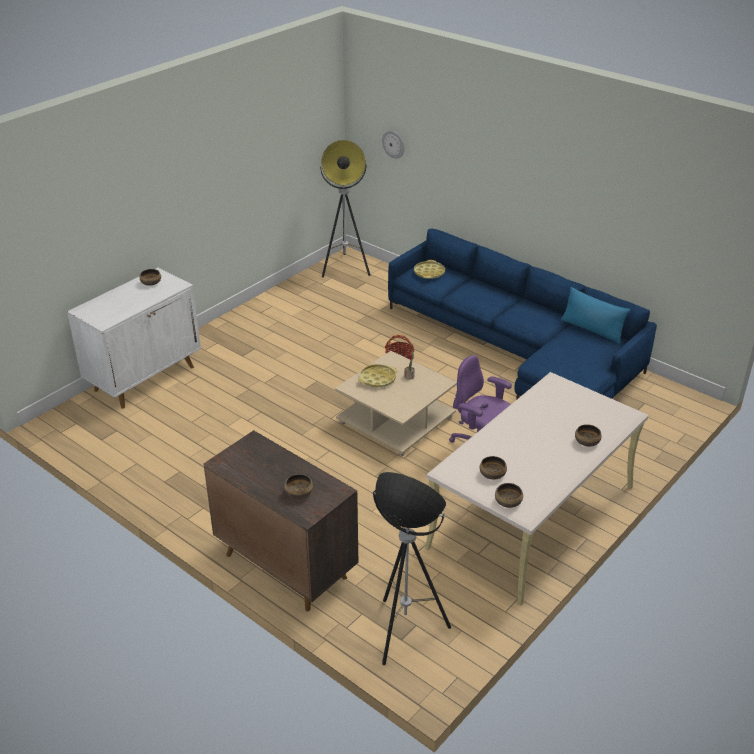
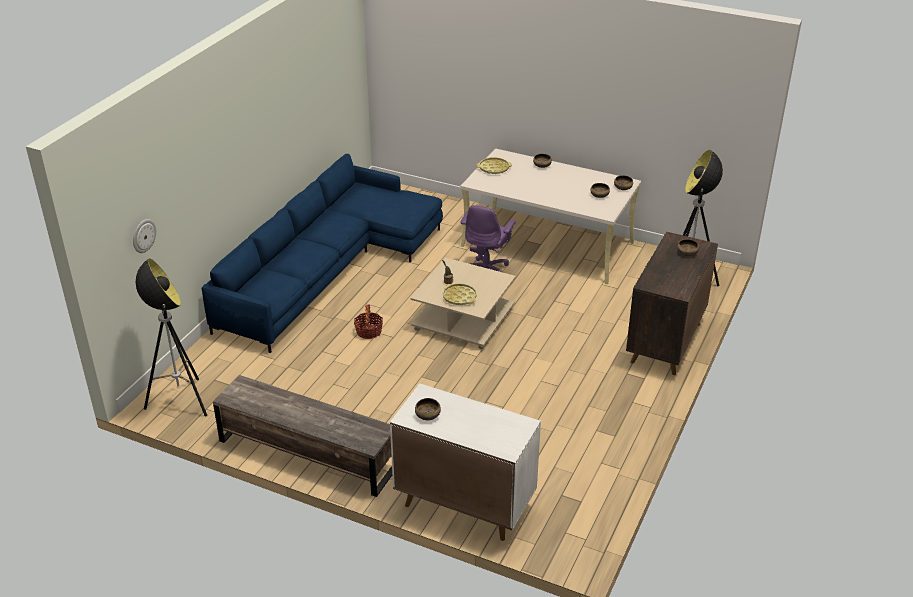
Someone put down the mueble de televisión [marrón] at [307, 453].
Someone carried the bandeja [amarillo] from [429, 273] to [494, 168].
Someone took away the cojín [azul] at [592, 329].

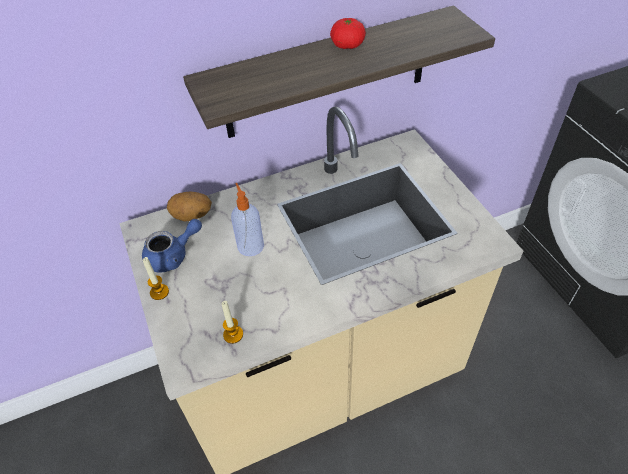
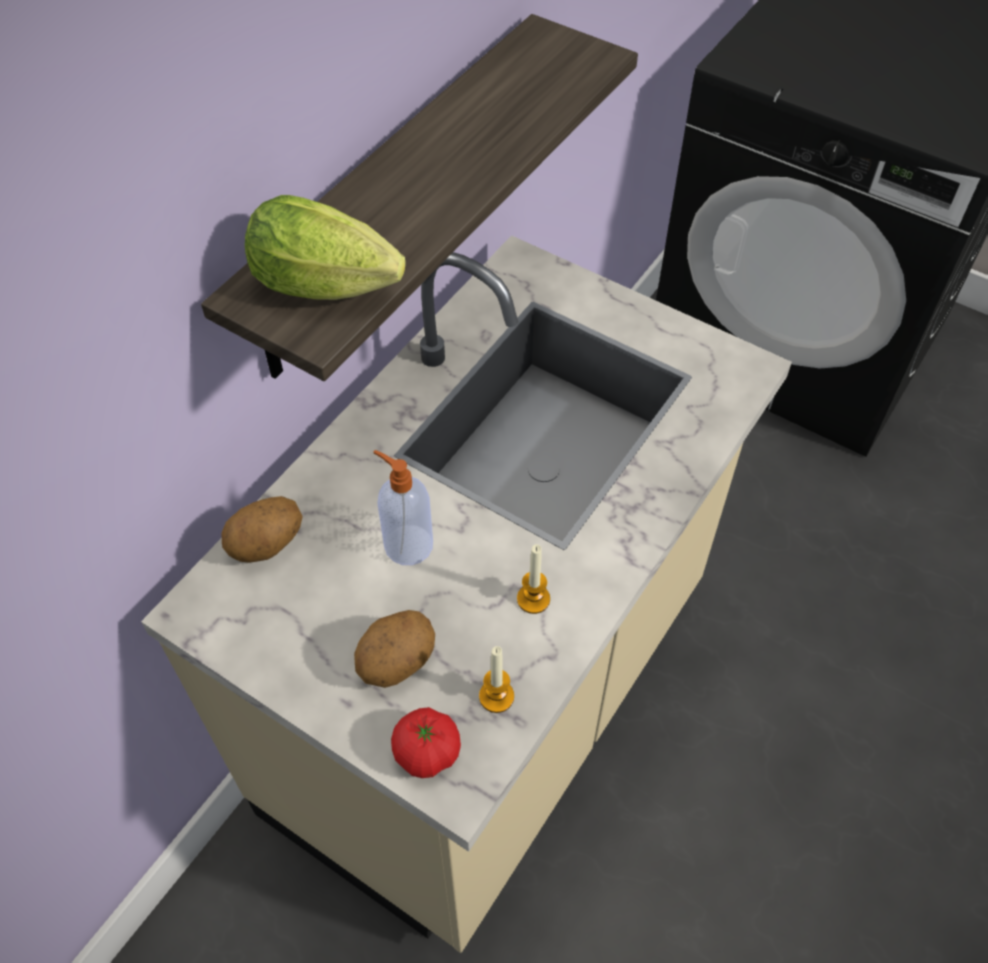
Someone put down the lechuga at [333, 287].
Someone put down the patata at [396, 661].
Someone carried the tomate from [347, 45] to [427, 752].
Someone carried the vela from [159, 292] to [533, 599].
Someone took away the tetera [azul] at [173, 256].

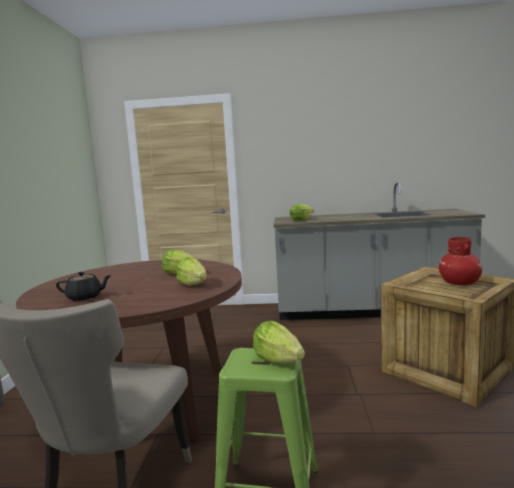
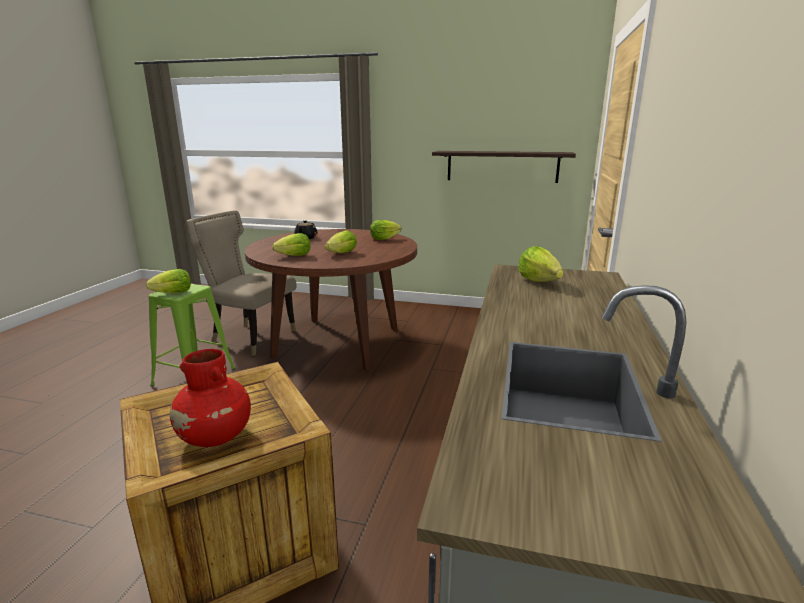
Someone put down the lechuga at [384, 239].
Someone put up the estante at [502, 166].

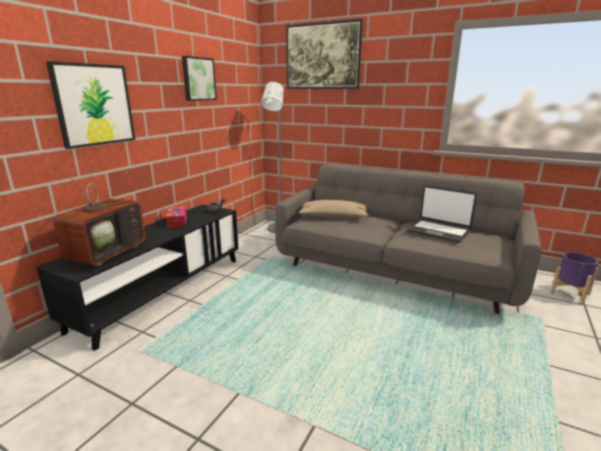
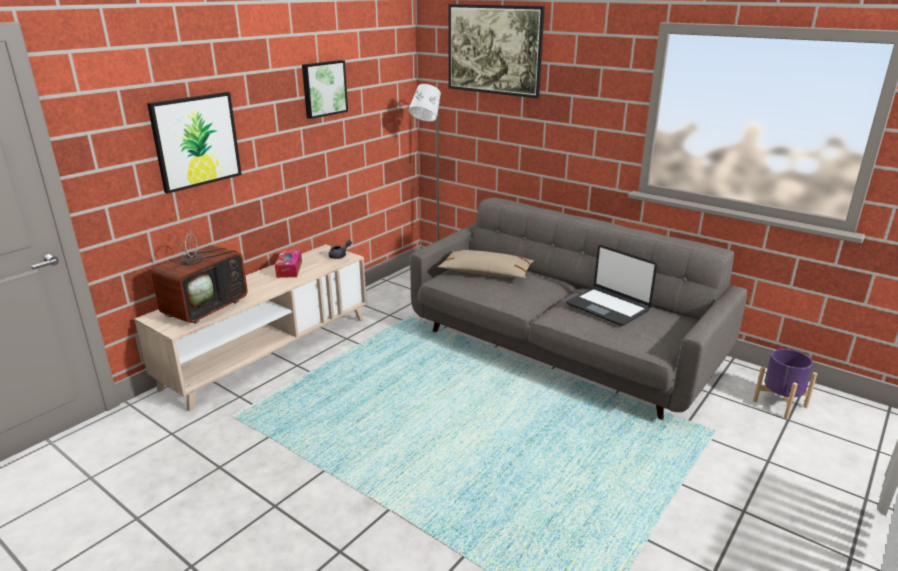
Someone repainted the mueble de televisión [negro] at [163, 291], which became the mueble de televisión [beis] at [269, 351].

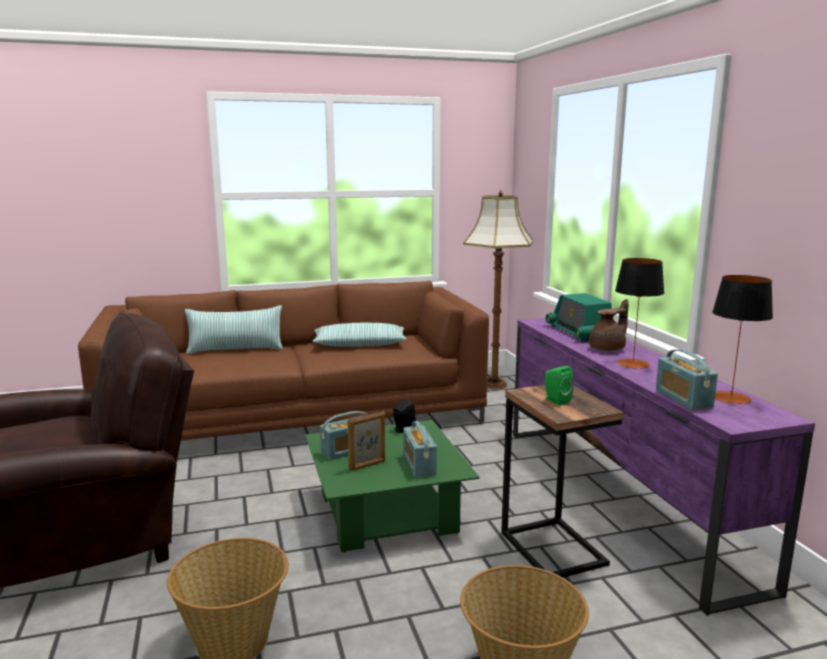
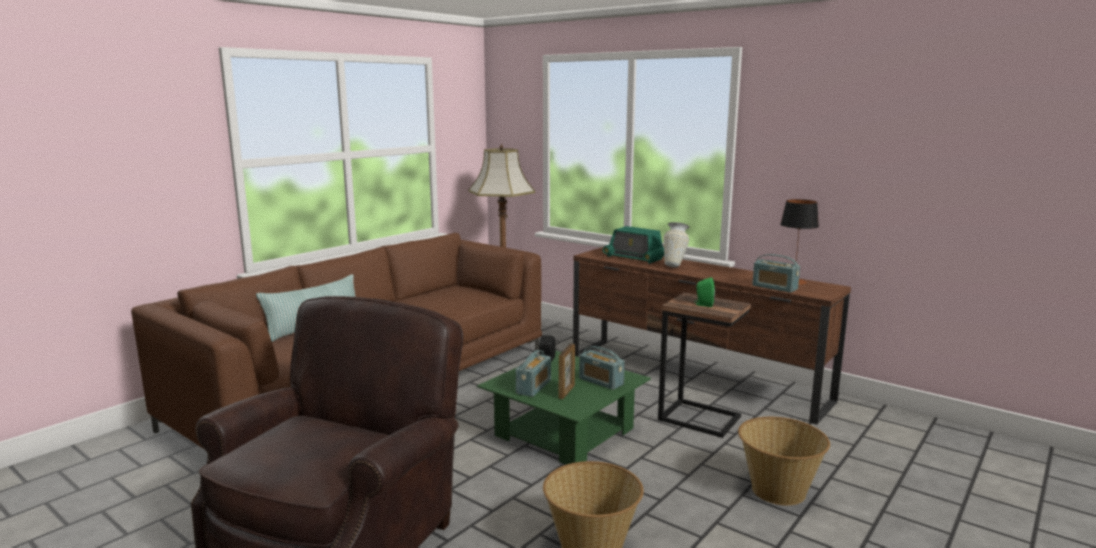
Someone repainted the mueble de televisión [morado] at [619, 499], which became the mueble de televisión [marrón] at [695, 377].
Someone swapped the tetera [marrón] at [608, 349] for the florero at [675, 265].
Someone took away the cojín at [360, 344].
Someone took away the lámpara de mesa at [633, 364].

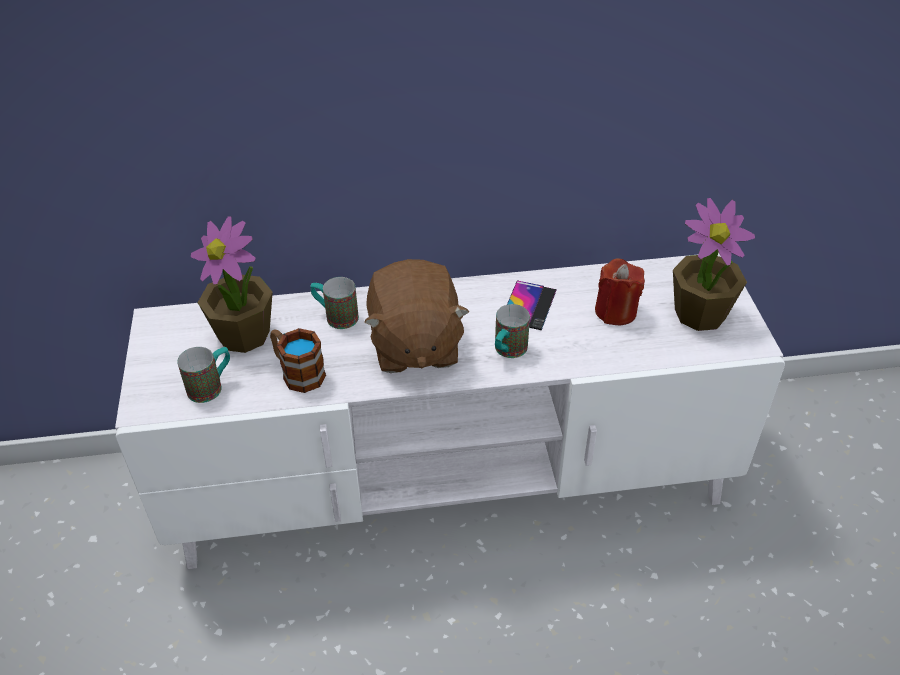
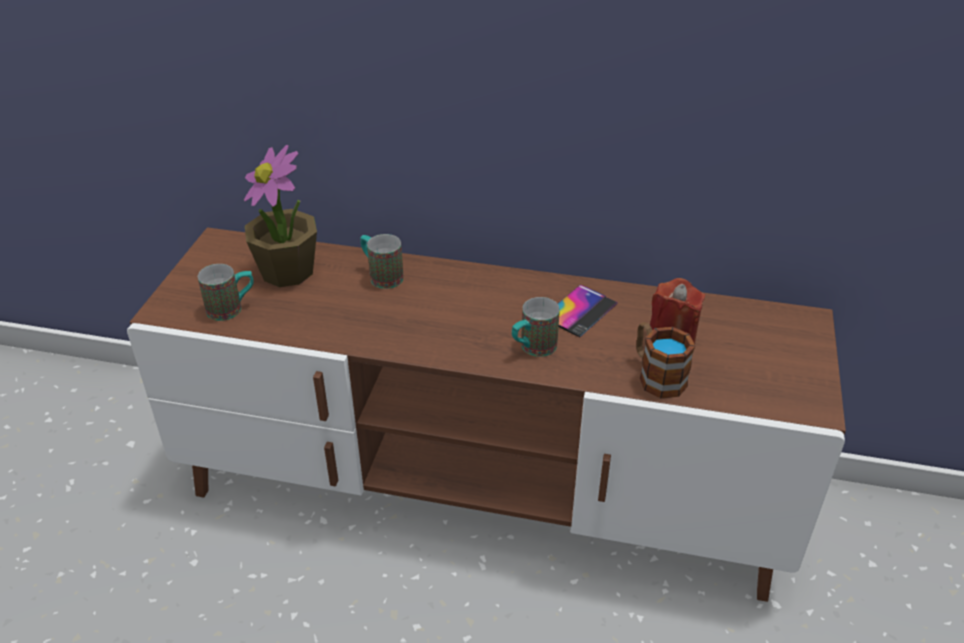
Someone repainted the mueble de televisión [blanco] at [451, 482], which became the mueble de televisión [marrón] at [482, 491].
Someone carried the taza grande from [297, 372] to [656, 376].
Someone took away the peluche [marrón] at [414, 345].
Someone took away the planta en maceta at [700, 313].

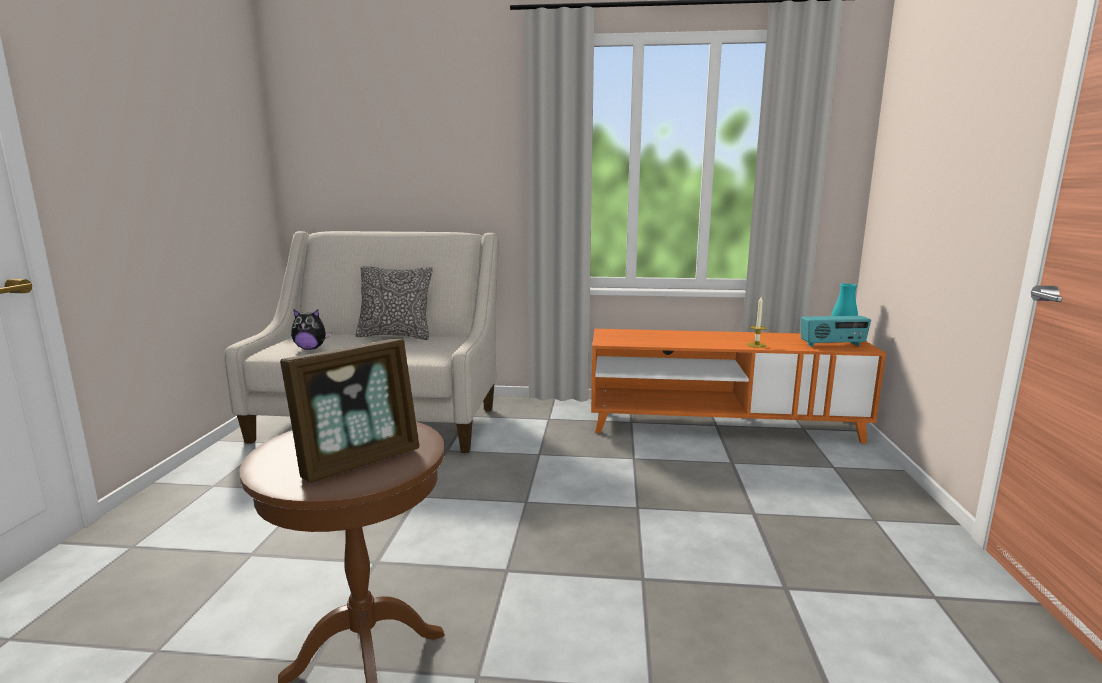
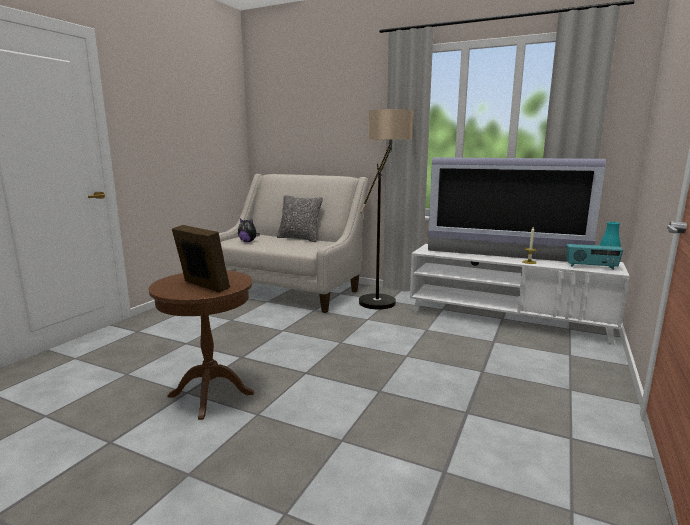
Someone rotated the portarretratos at [359, 461] by 120 degrees counterclockwise.
Someone put down the lámpara de pie at [382, 298].
Someone repainted the mueble de televisión [naranja] at [722, 425], which became the mueble de televisión [blanco] at [507, 319].
Someone put down the televisor at [504, 256].

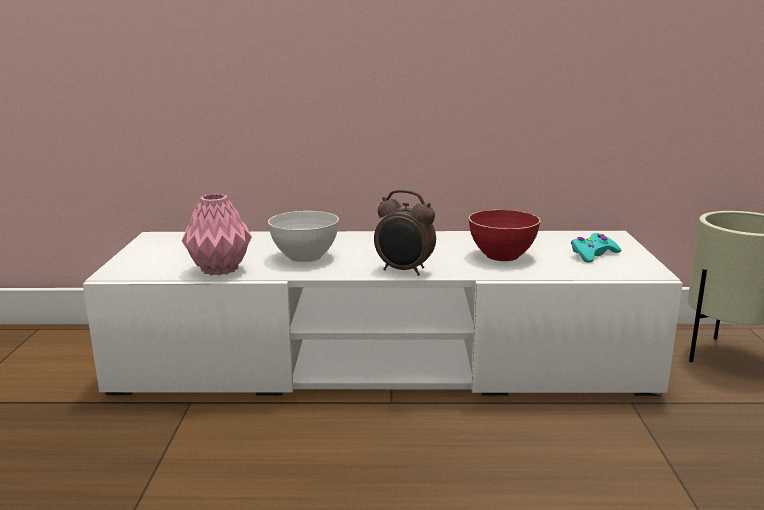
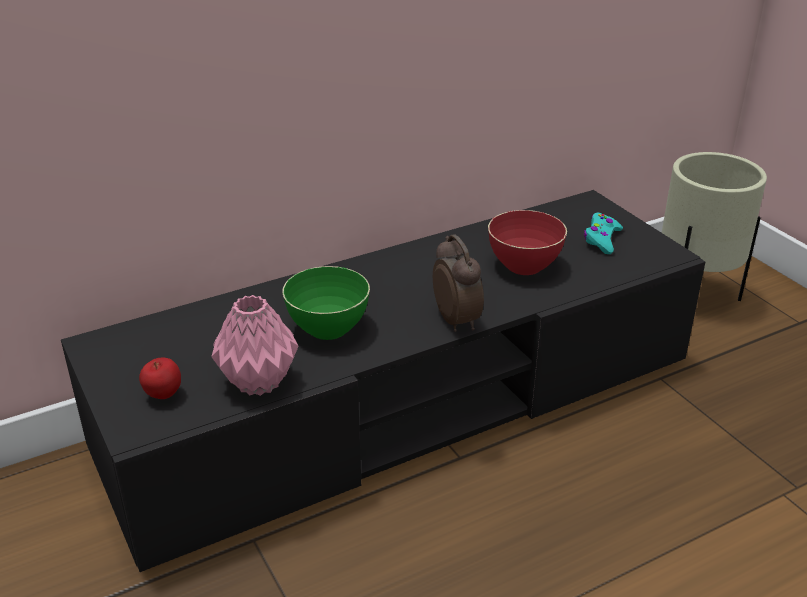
Someone repainted the mueble de televisión [blanco] at [382, 360], which became the mueble de televisión [negro] at [403, 405].
Someone put down the manzana at [163, 395].
Someone repainted the cuenco [blanco] at [305, 257], which became the cuenco [verde] at [328, 328].
Someone rotated the despertador at [404, 271] by 105 degrees counterclockwise.

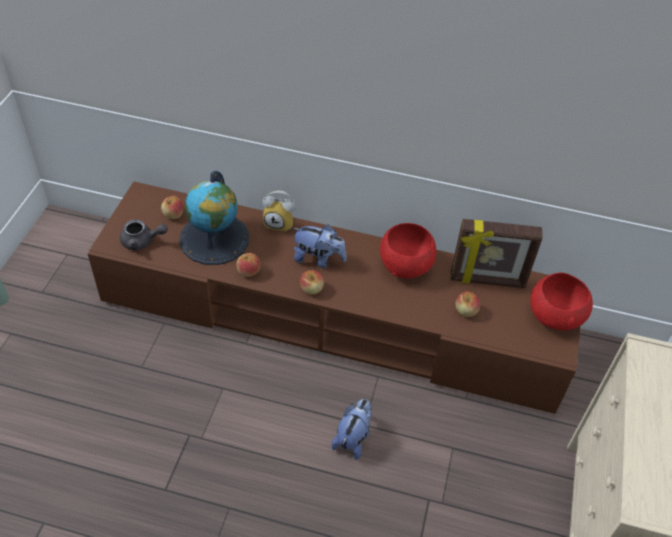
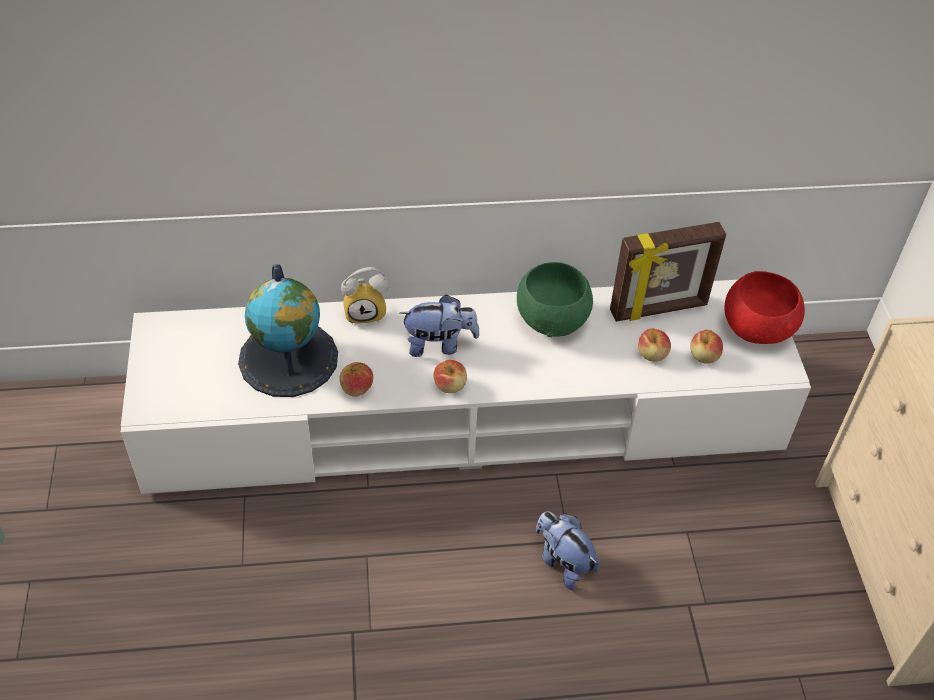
Someone repainted the mueble de televisión [marrón] at [333, 317], which became the mueble de televisión [blanco] at [465, 417].
Someone repainted the cuenco [rojo] at [405, 265], which became the cuenco [verde] at [551, 319].
Someone rotated the peluche at [353, 438] by 45 degrees counterclockwise.
Someone carried the manzana from [173, 214] to [704, 356].
Someone took away the tetera [gris] at [142, 242].

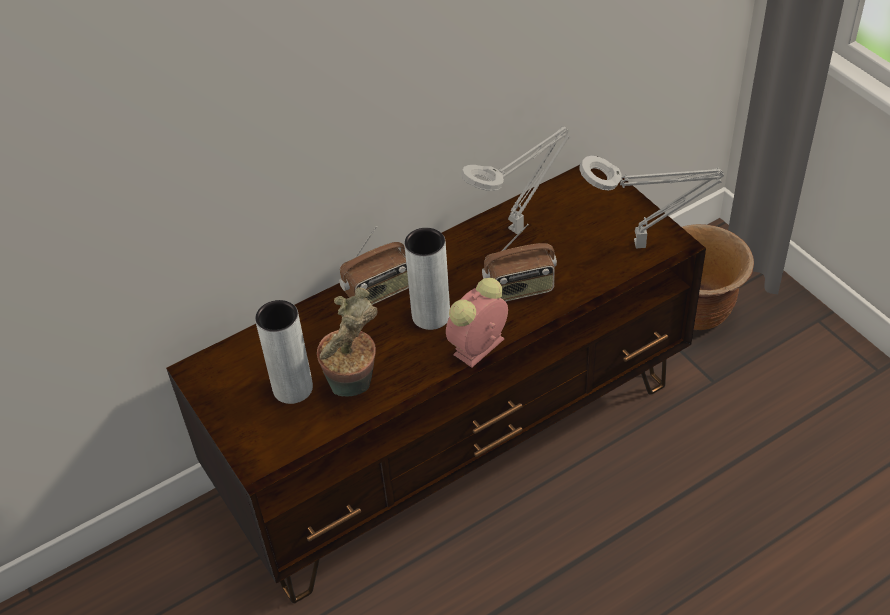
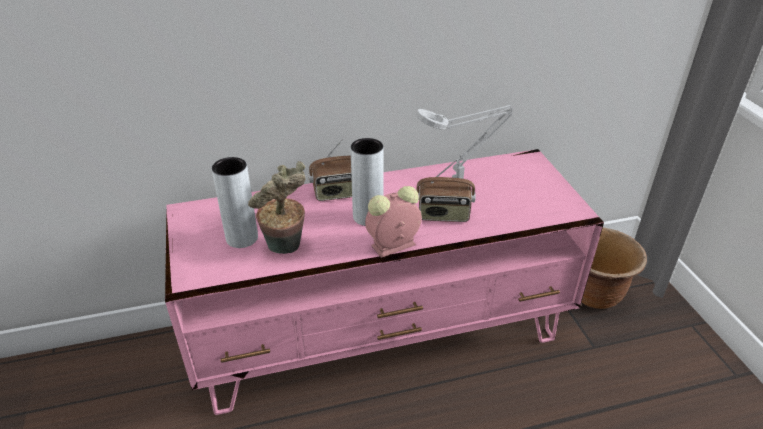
Someone repainted the mueble de televisión [marrón] at [455, 444], which became the mueble de televisión [rosa] at [382, 337].
Someone took away the lámpara de mesa [gris] at [644, 244].

